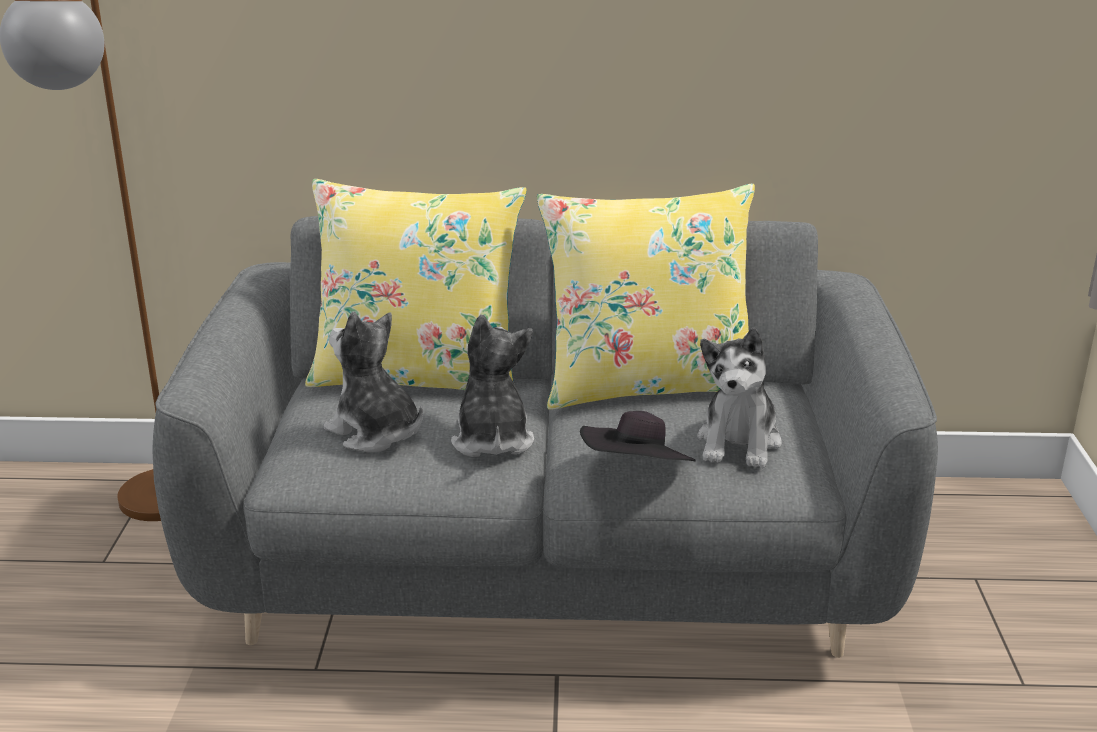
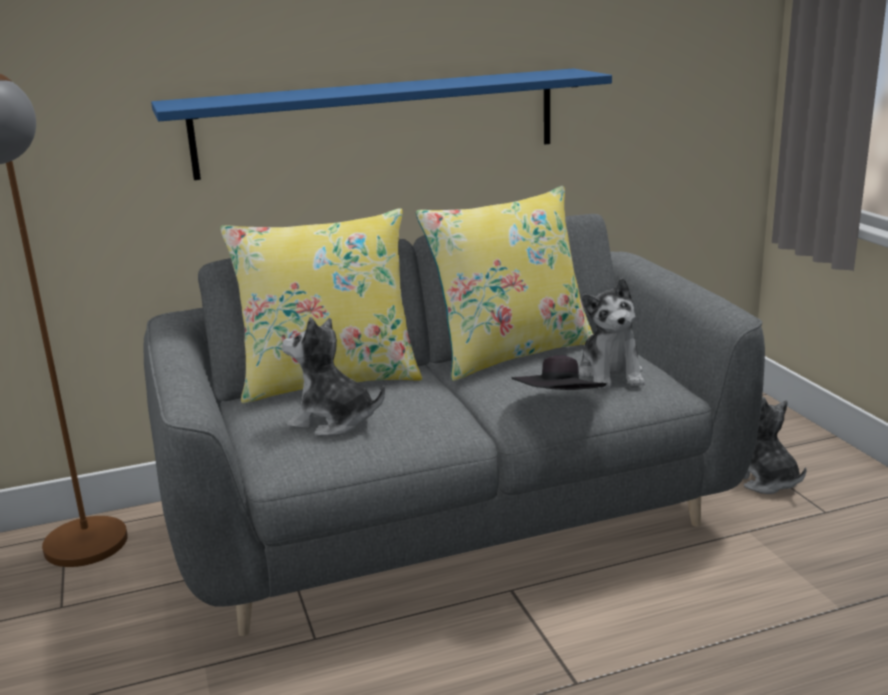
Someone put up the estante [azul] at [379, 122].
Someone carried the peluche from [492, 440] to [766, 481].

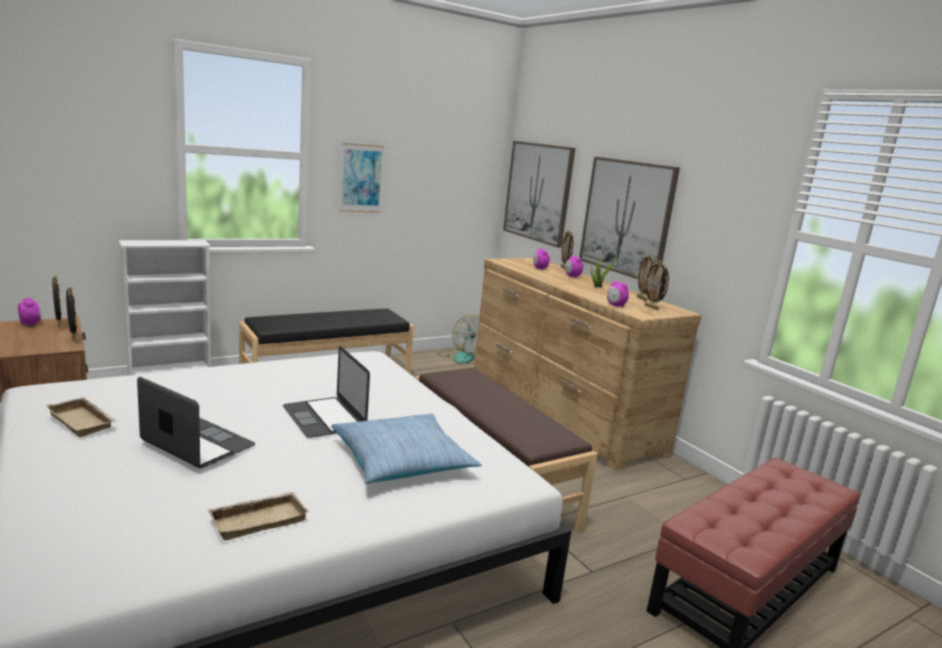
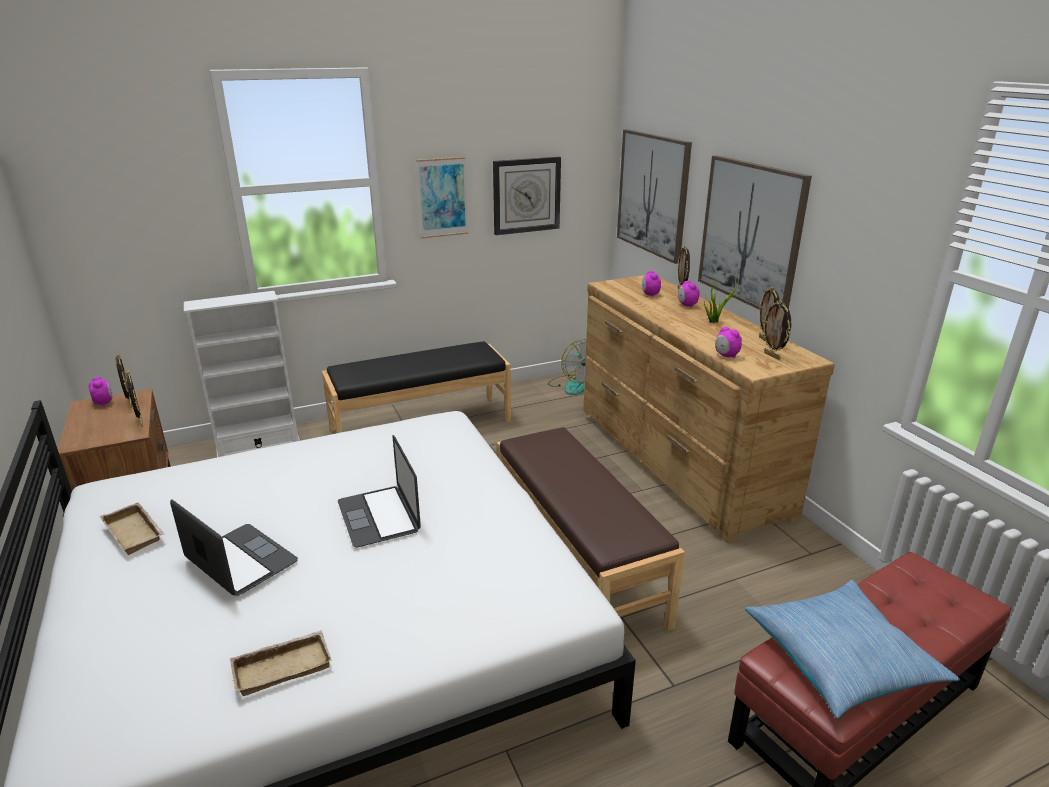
Someone put up the reloj de pared at [526, 195].
Someone carried the cojín from [402, 460] to [841, 657].

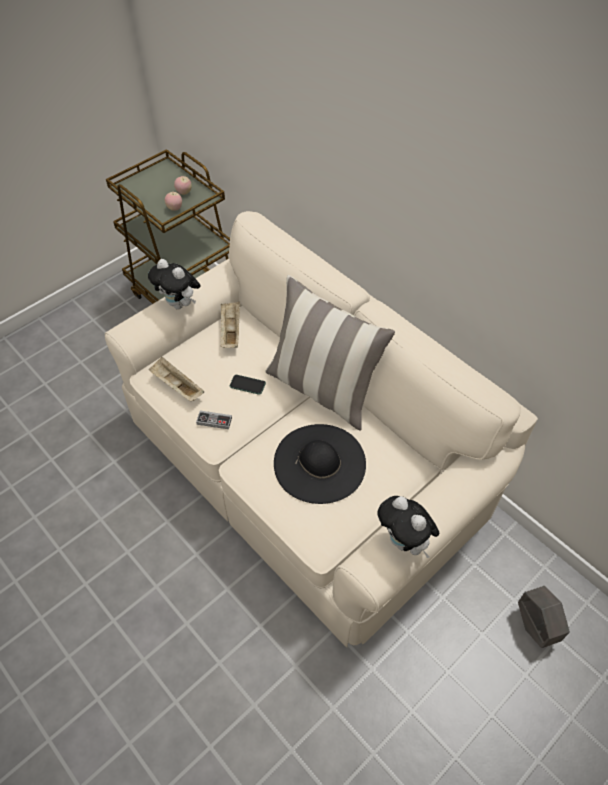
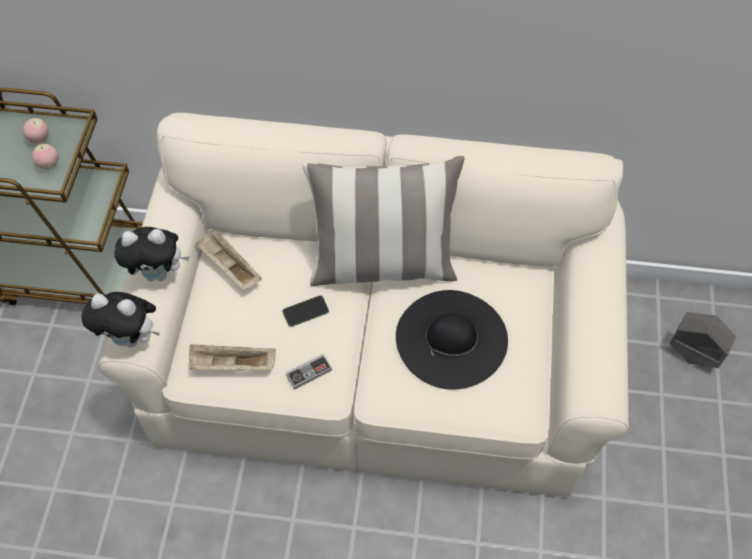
Someone carried the peluche from [404, 542] to [131, 338].

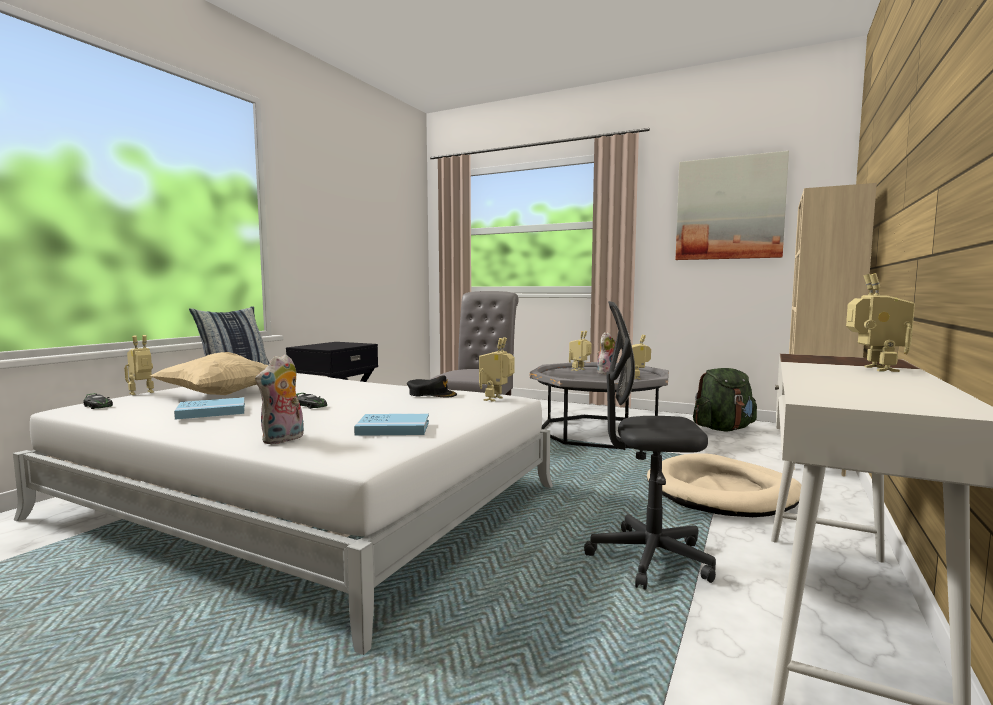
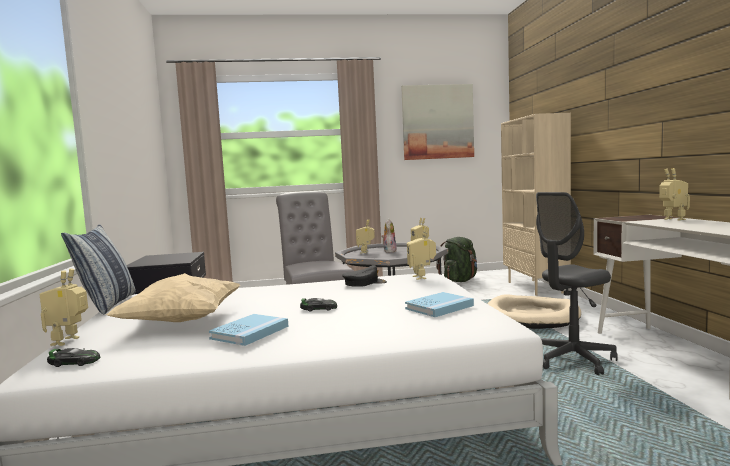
Someone took away the peluche at [284, 439].

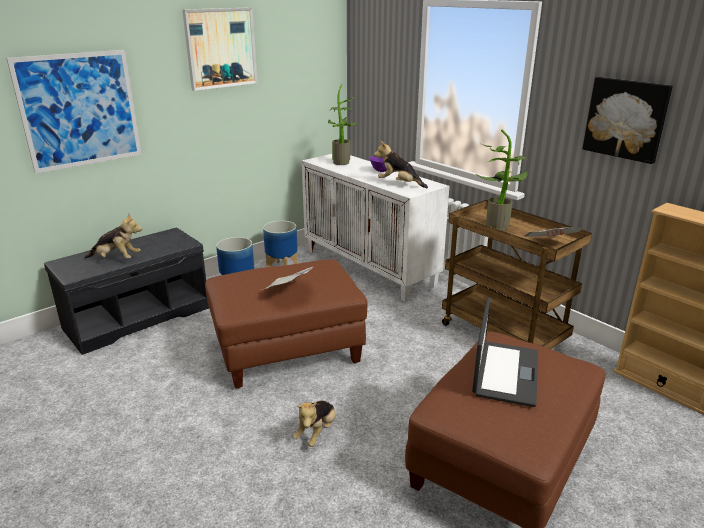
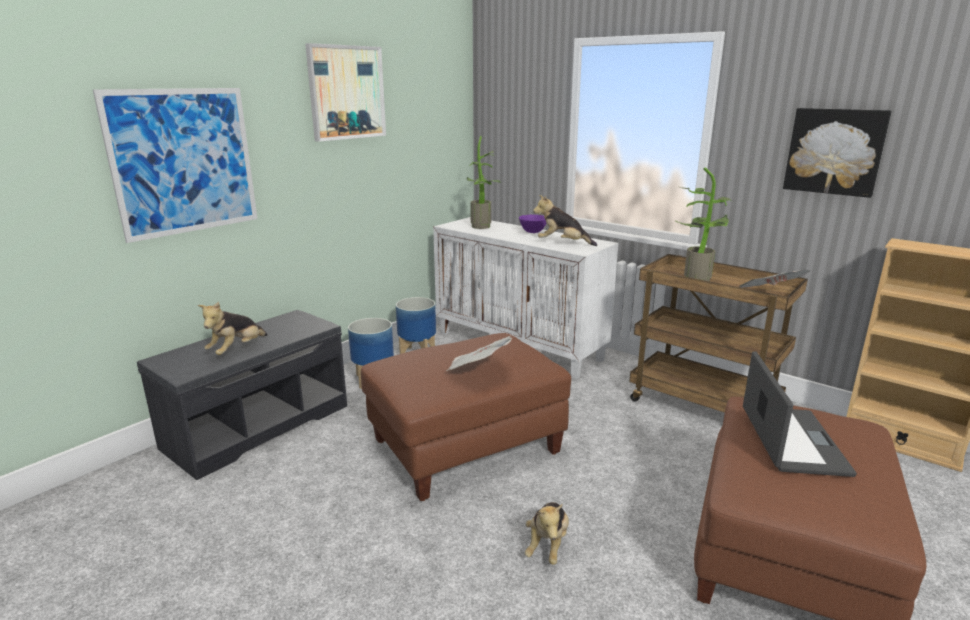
Someone rotated the peluche at [116, 259] by 120 degrees clockwise.

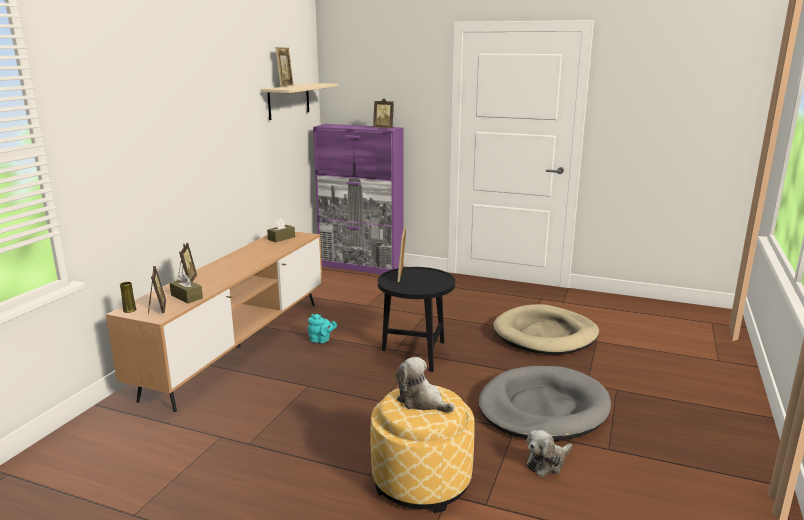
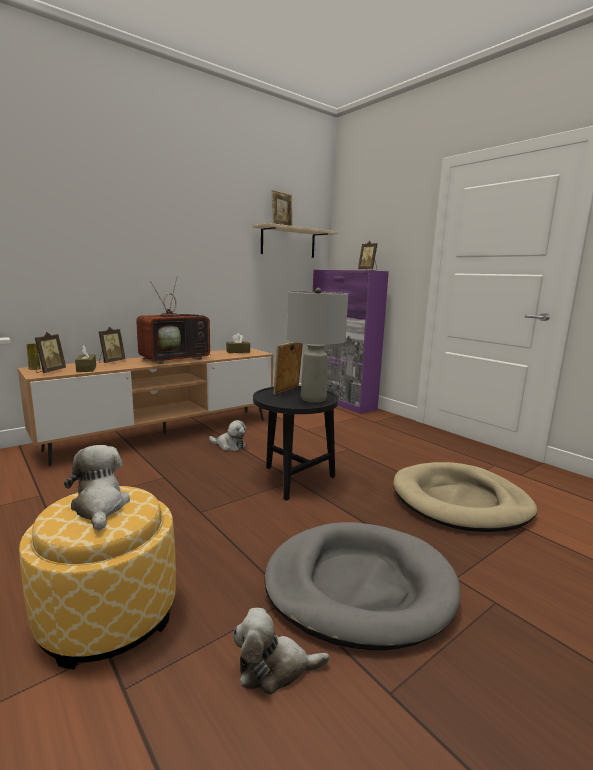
Someone put down the televisor at [176, 359].
Someone swapped the tetera [turquesa] at [321, 340] for the peluche at [229, 446].
Someone put down the lámpara de mesa [gris] at [314, 399].

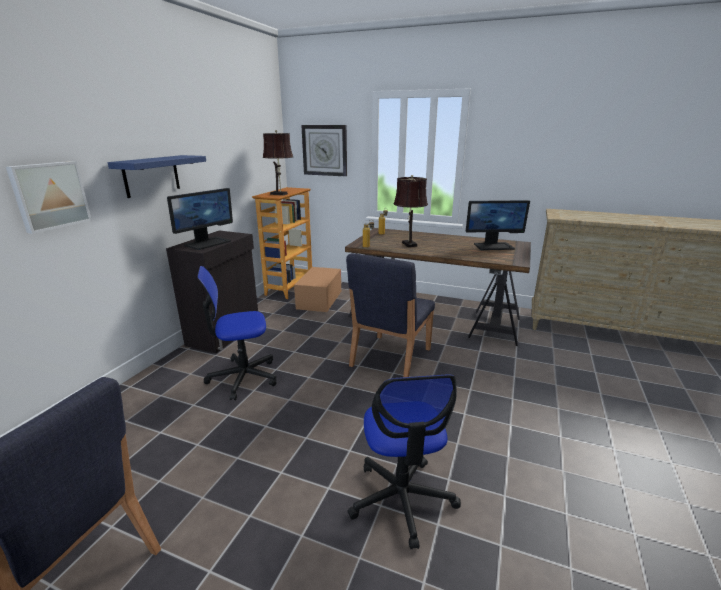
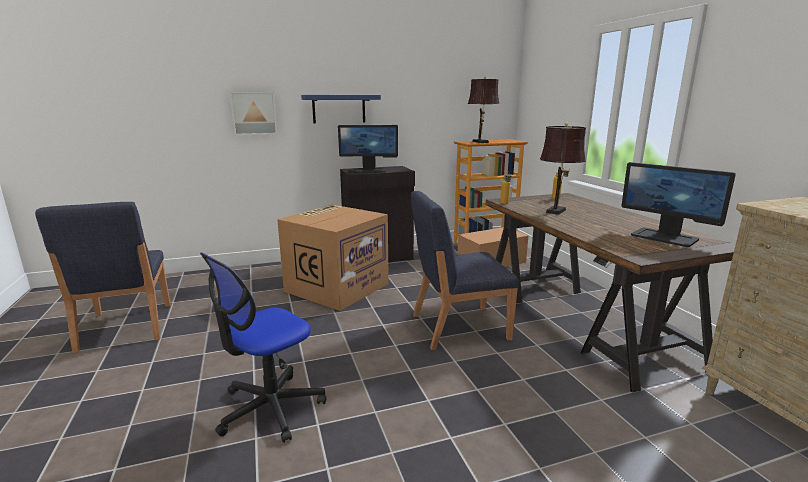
Someone swapped the silla de oficina at [243, 377] for the caja de cartón at [337, 287].
Someone took away the reloj de pared at [325, 150].

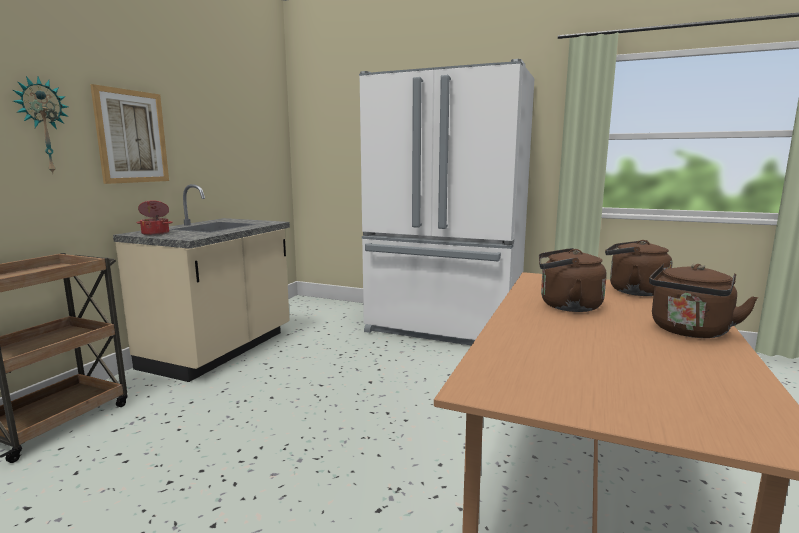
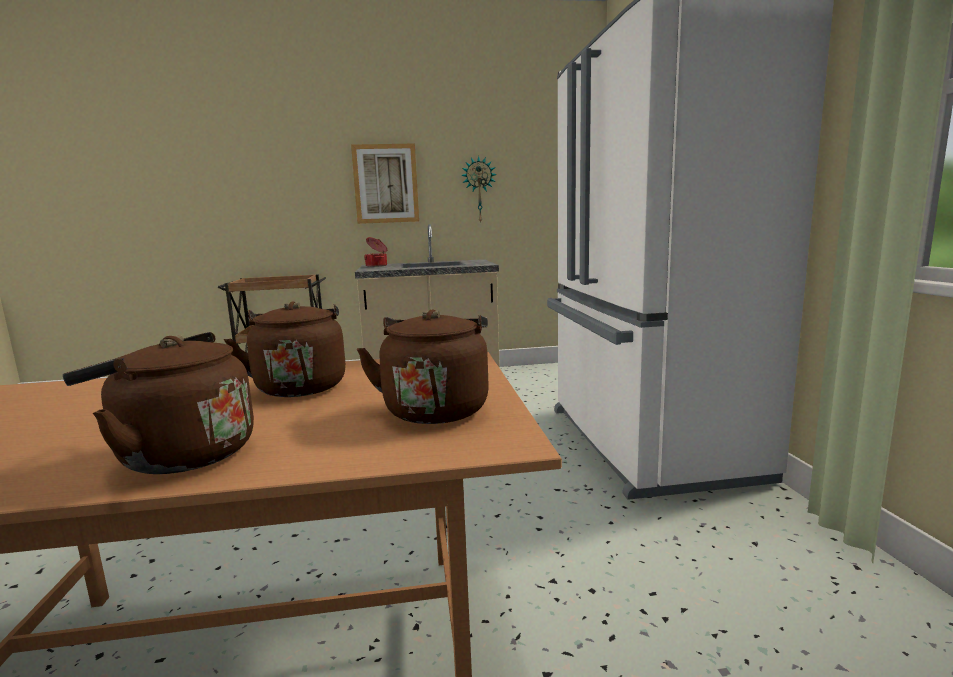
Someone carried the reloj de pared from [42, 126] to [479, 190].

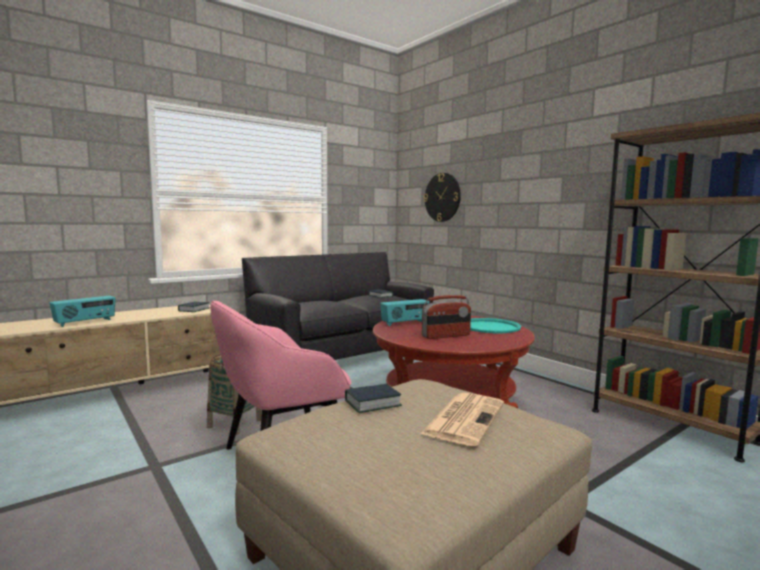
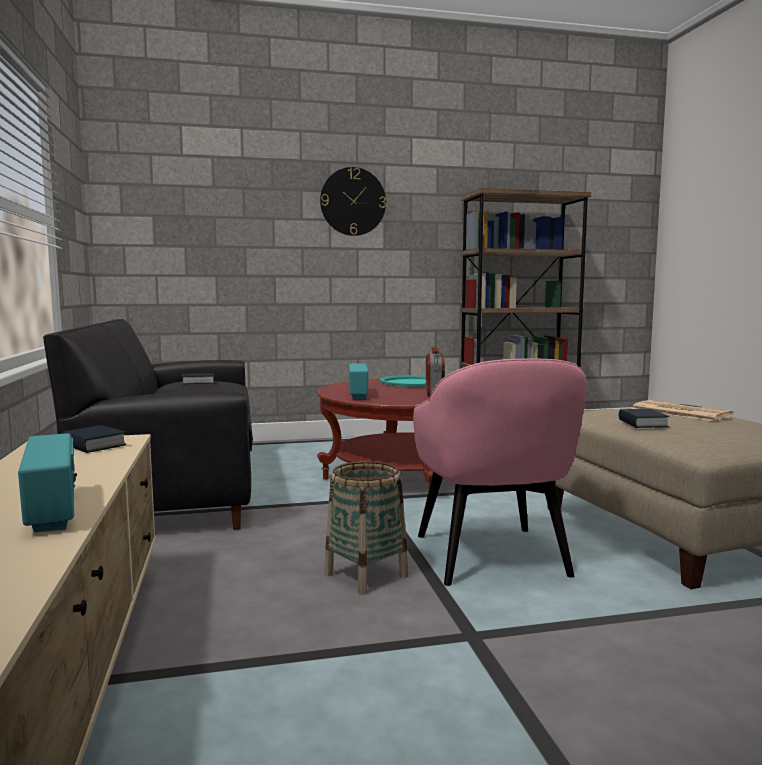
Someone carried the reloj de pared from [442, 197] to [353, 201].

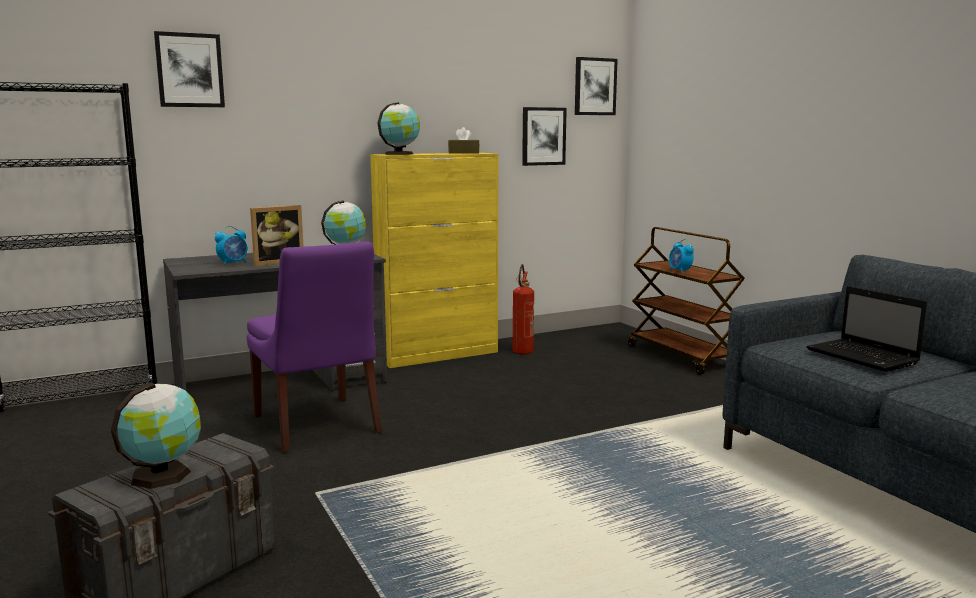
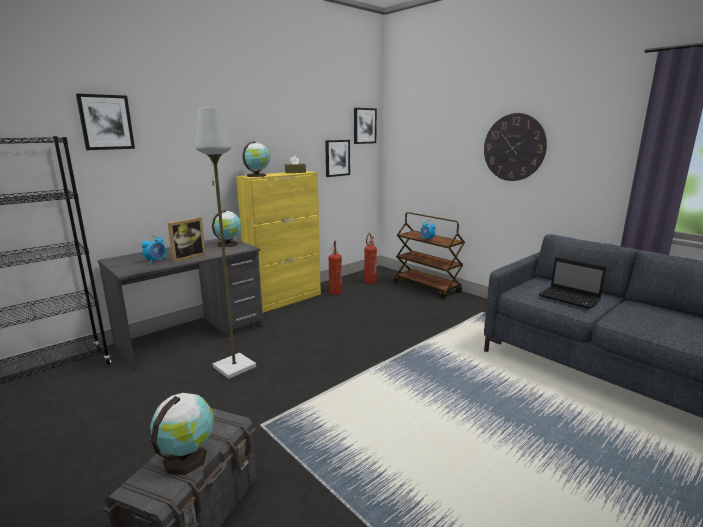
Someone swapped the silla [morado] at [318, 426] for the lámpara de pie [gris] at [234, 367].
Someone put down the extintor at [369, 283].
Someone put up the reloj de pared at [514, 147].

